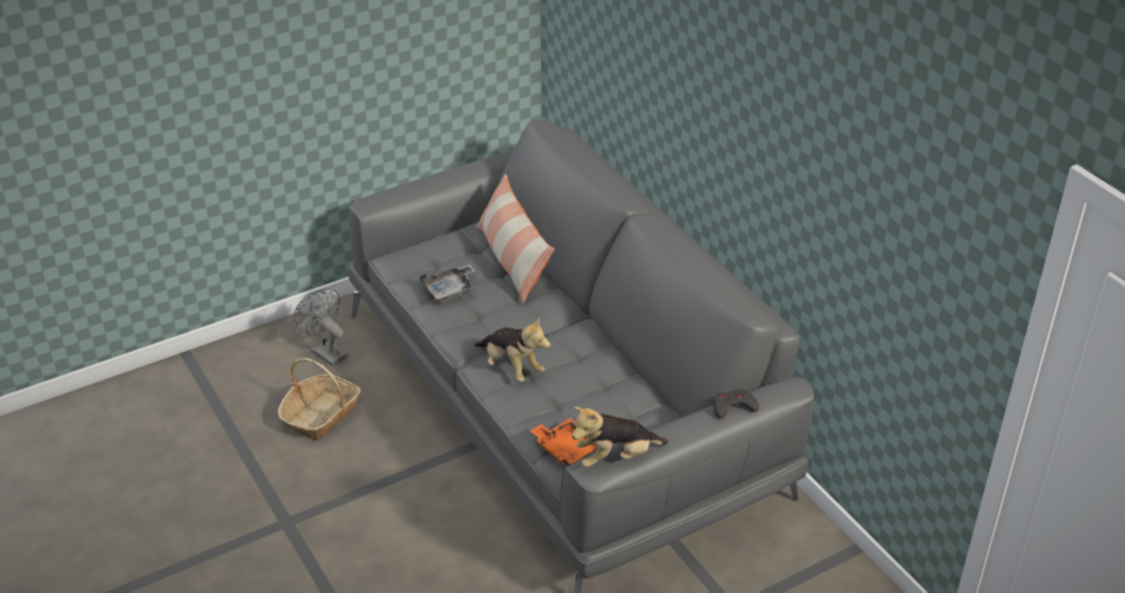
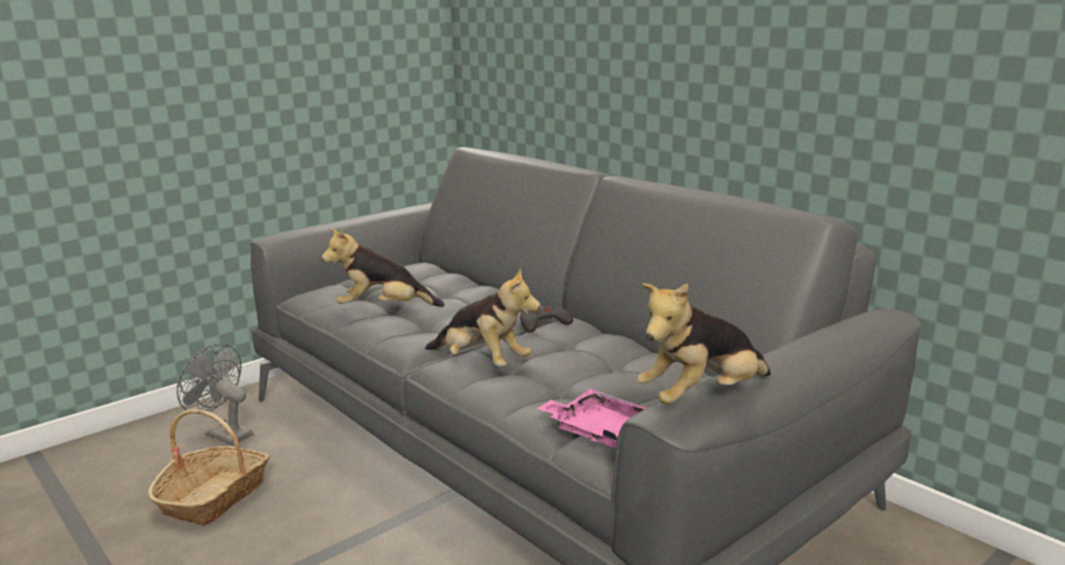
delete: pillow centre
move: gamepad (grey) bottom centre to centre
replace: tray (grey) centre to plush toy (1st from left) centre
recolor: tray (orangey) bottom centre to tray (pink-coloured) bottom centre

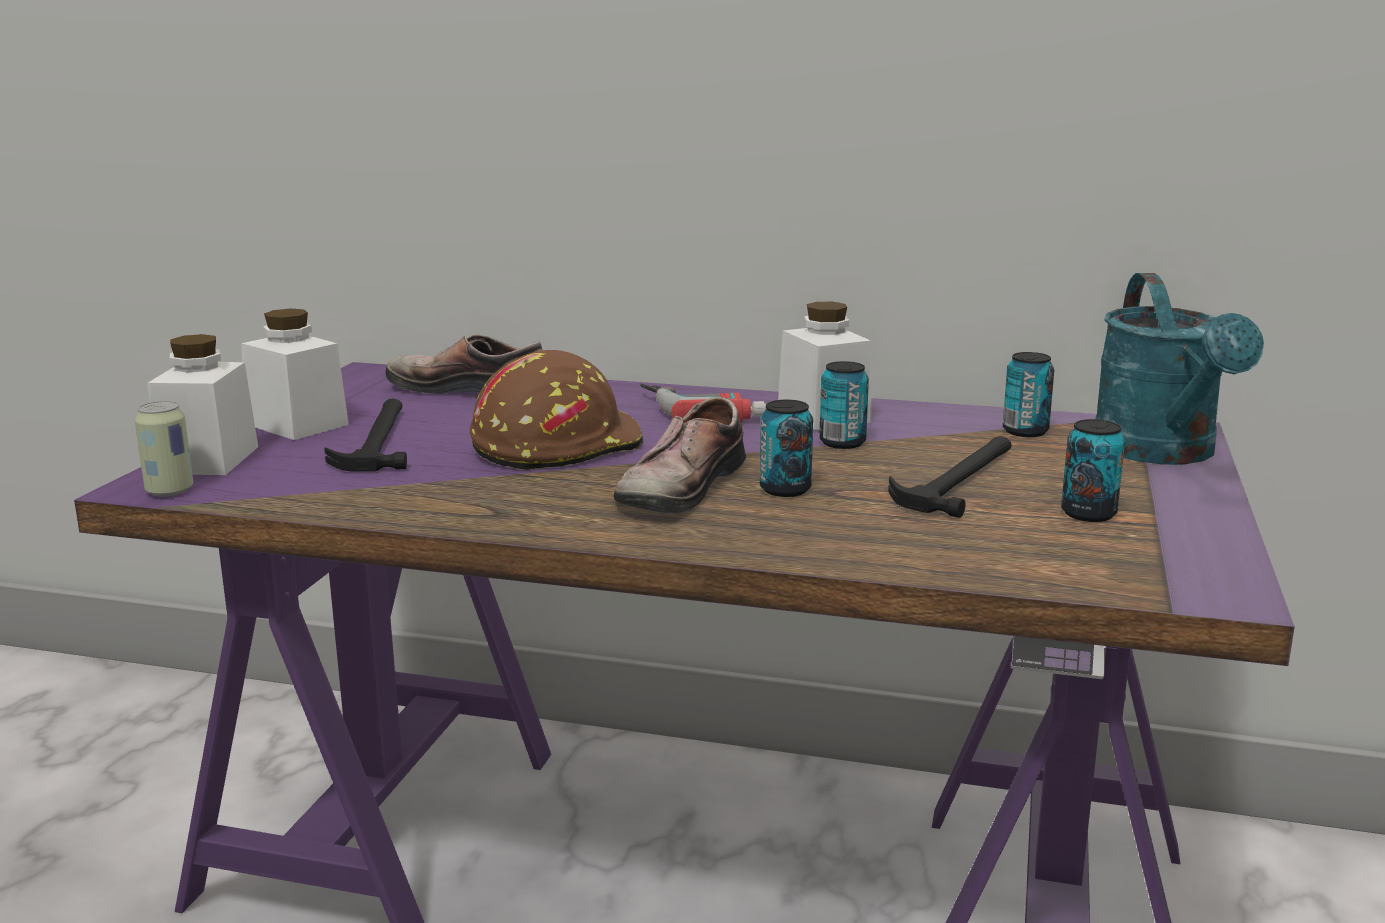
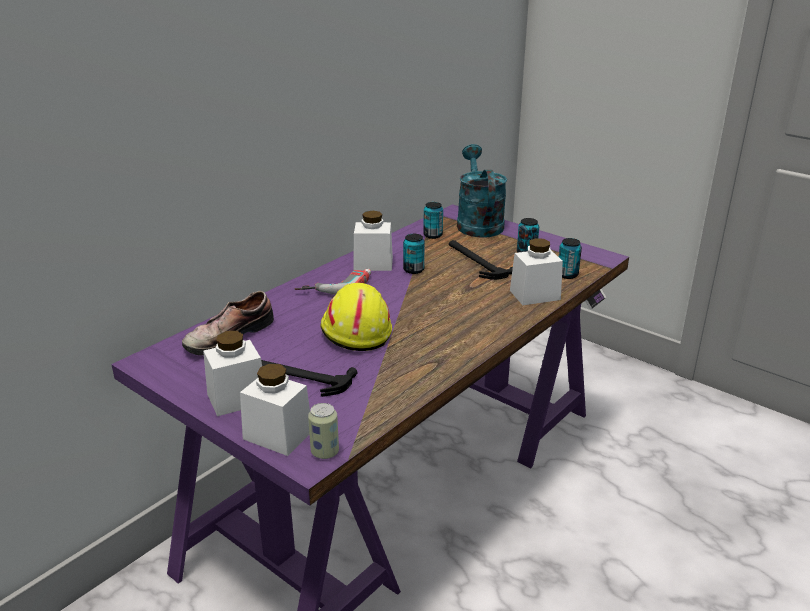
delete: low shoe (2nd from left) centre
insert: jar (whitish) (4th from left) centre
move: can (2nd from left in the first image) centre to can (5th from left) middle right
recolor: work helmet (brownish) centre to work helmet (yellow-coloured) centre
rotate: sprinkling can (blue-green) middle right = top centre 120 degrees counterclockwise

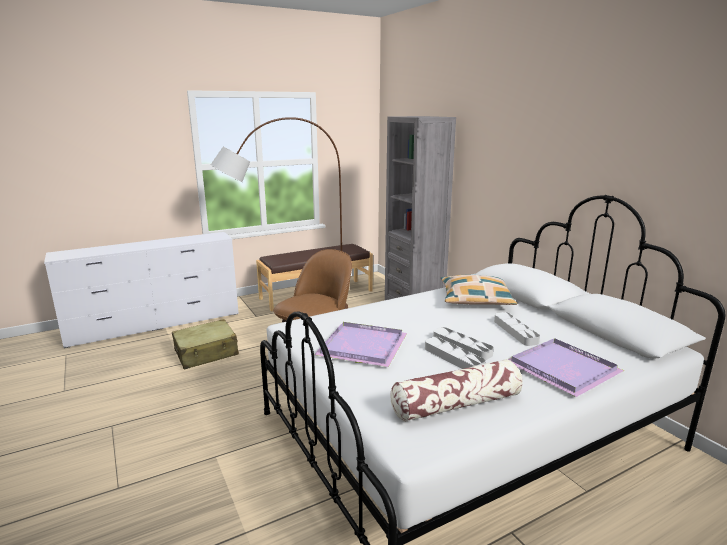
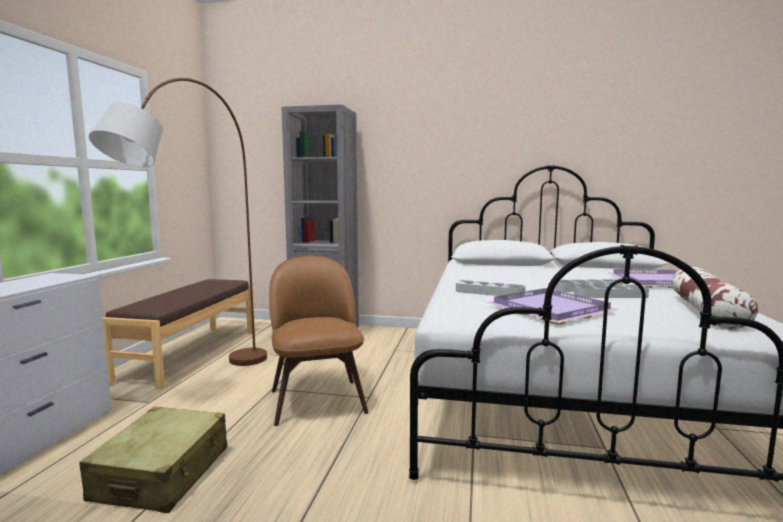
delete: pillow (2nd from left) centre
move: tray (grey) (3rd from left in the first image) middle right to tray (grey) (1st from left) centre

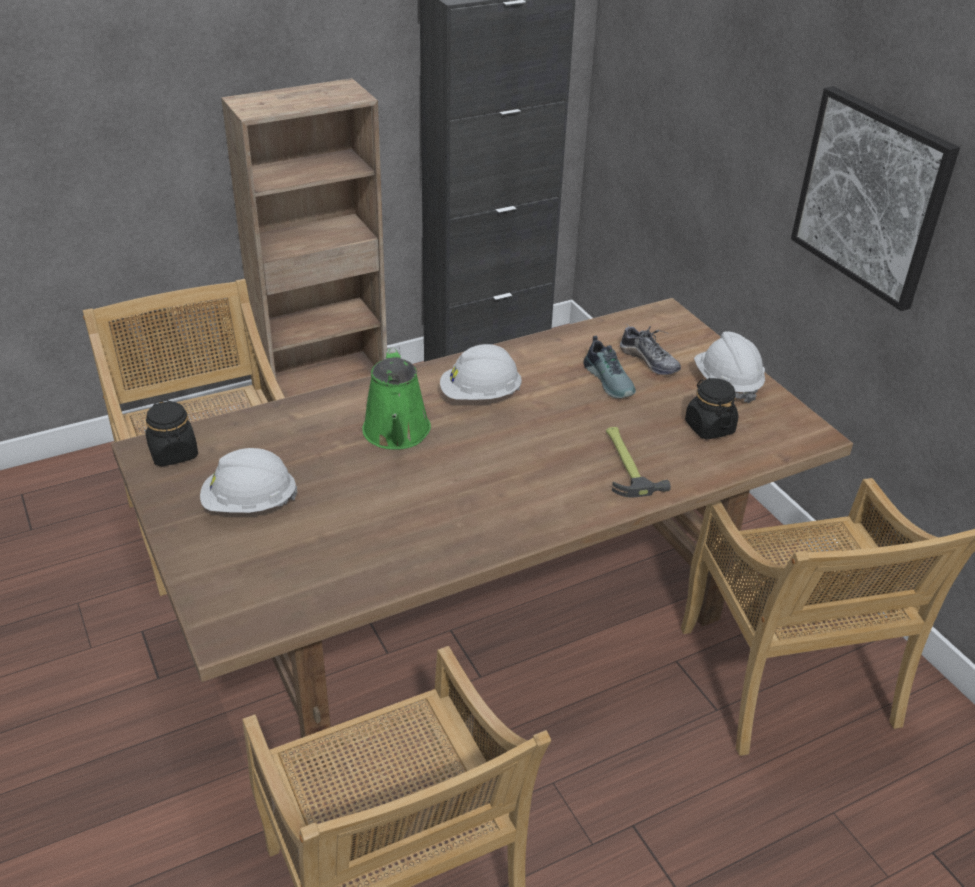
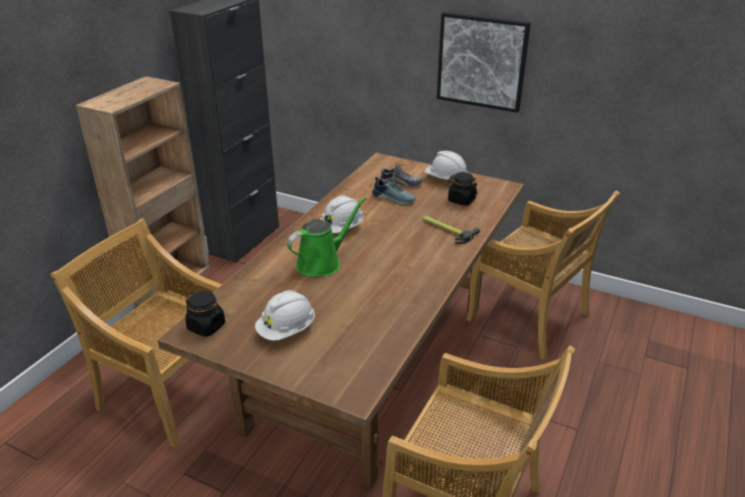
rotate: sprinkling can (green-coloured) centre = centre 90 degrees counterclockwise

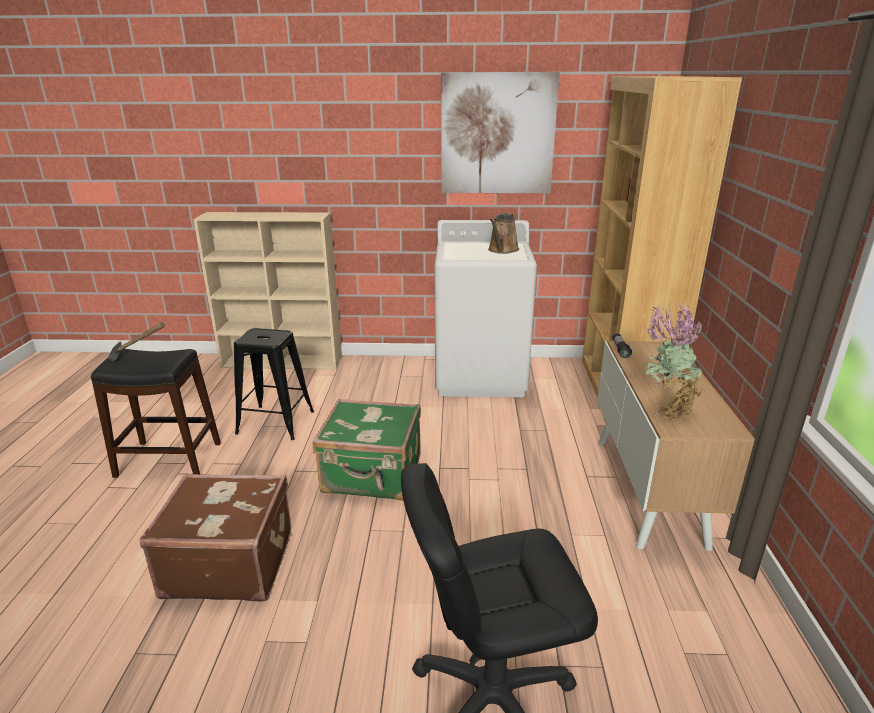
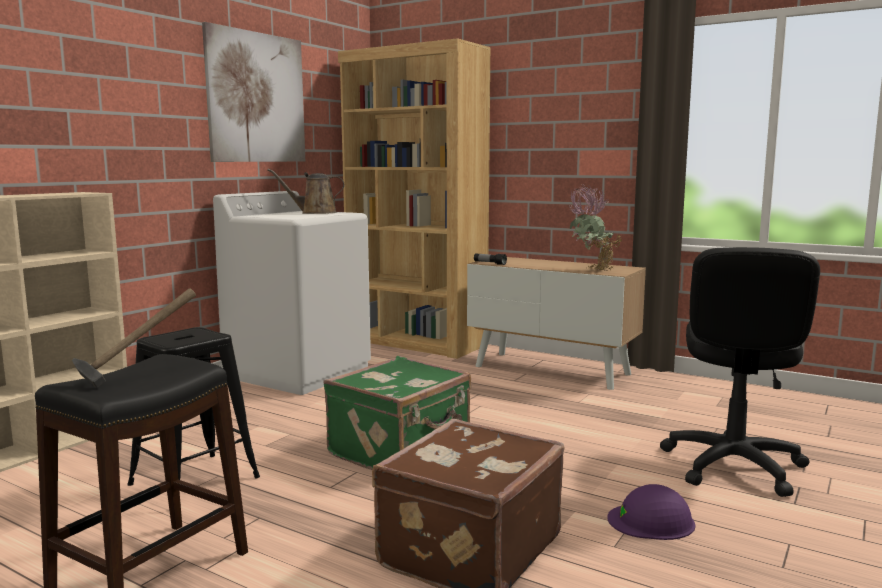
insert: work helmet (purple) bottom right
rotate: sprinkling can (brownish) top centre = top centre 120 degrees clockwise

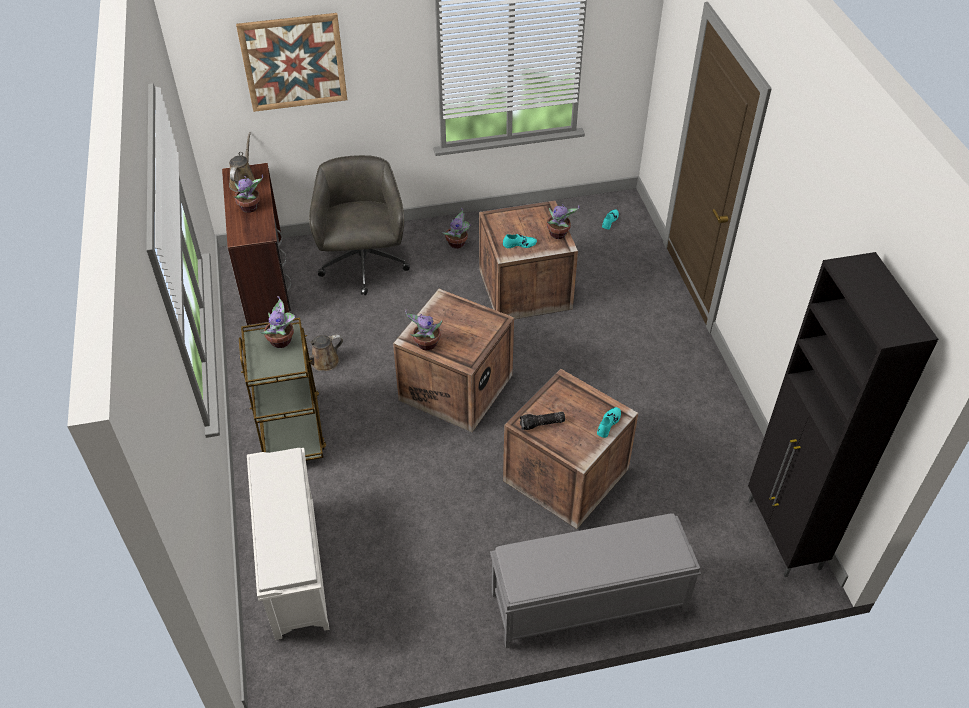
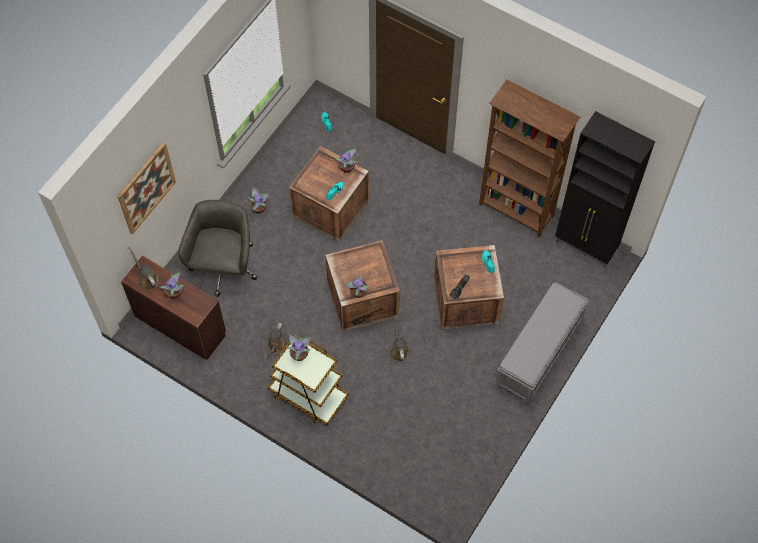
delete: shoe shelf (whitish) bottom left
insert: sprinkling can (brownish) (3rd from left) centre; shelving unit (brownish) top right
rotate: computer chair (grey) top centre = middle left 60 degrees clockwise

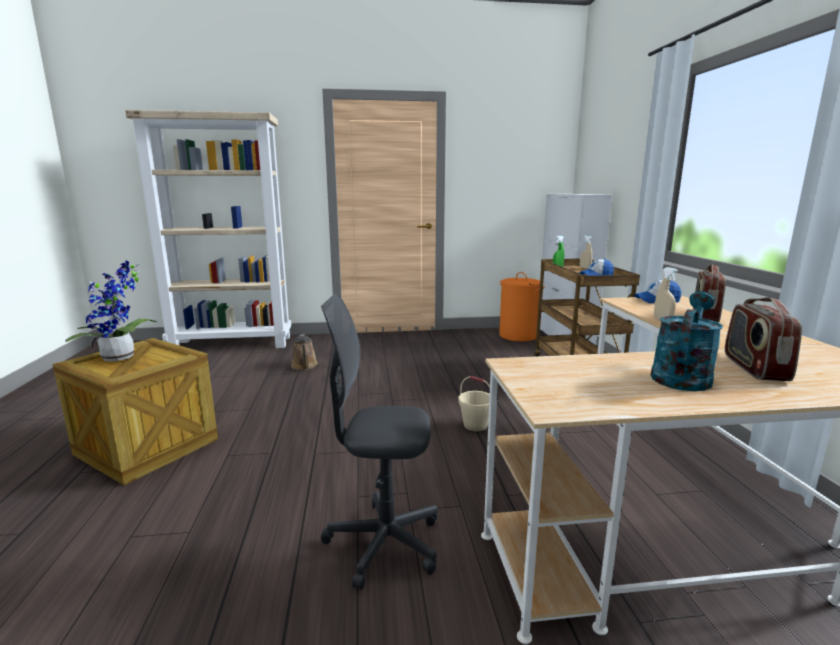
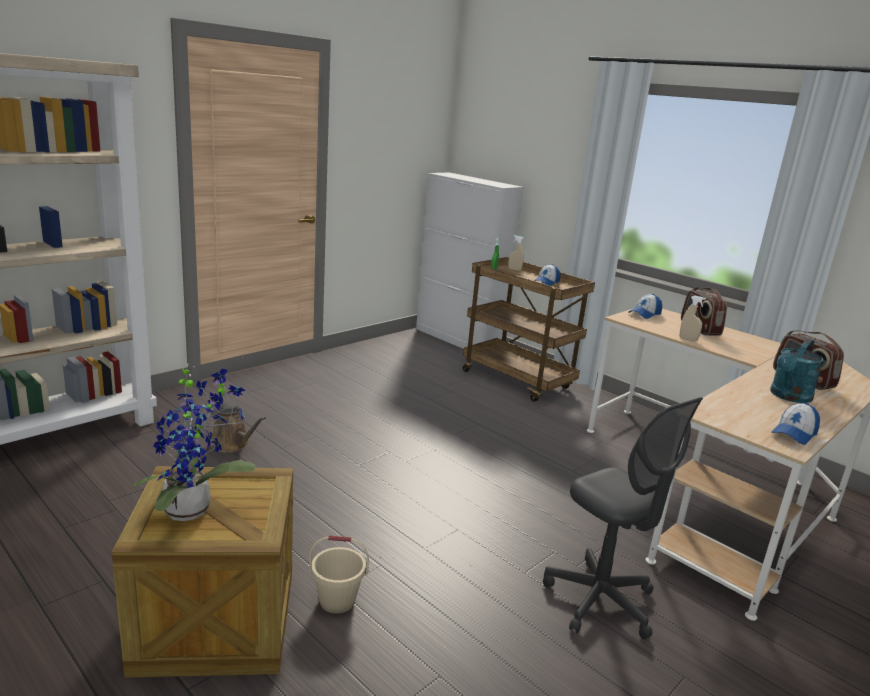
delete: hamper (orangey) centre
insert: peaked cap (3rd from left) middle right
move: bucket (beige-coloured) centre to bottom centre
rotate: computer chair (grey) bottom centre = bottom right 90 degrees counterclockwise; sprinkling can (blue-green) middle right = middle right 135 degrees counterclockwise

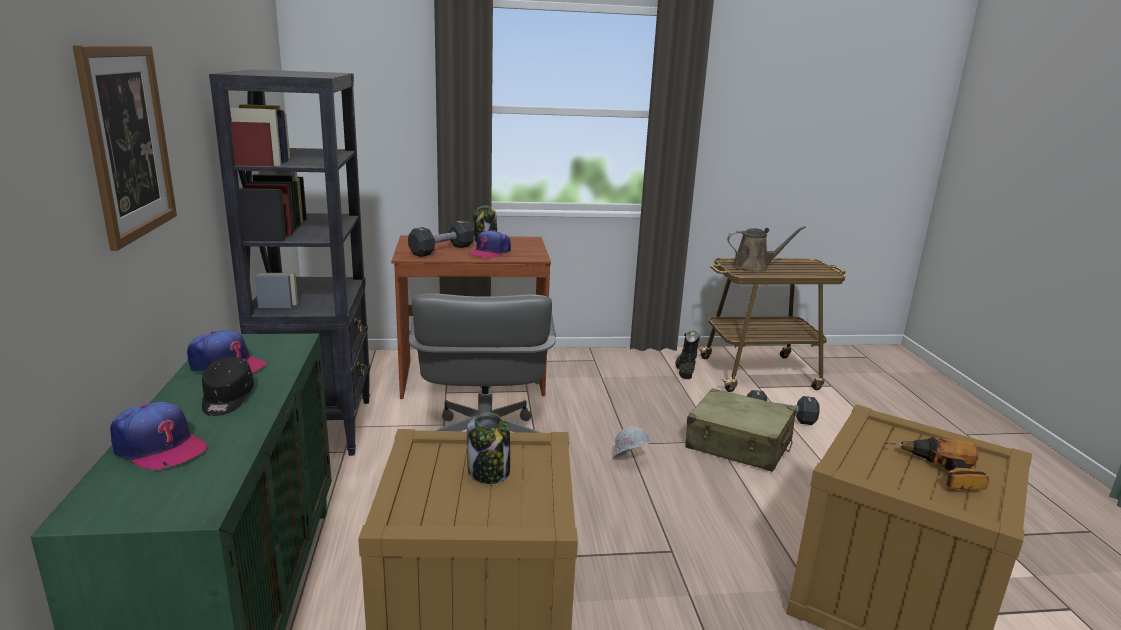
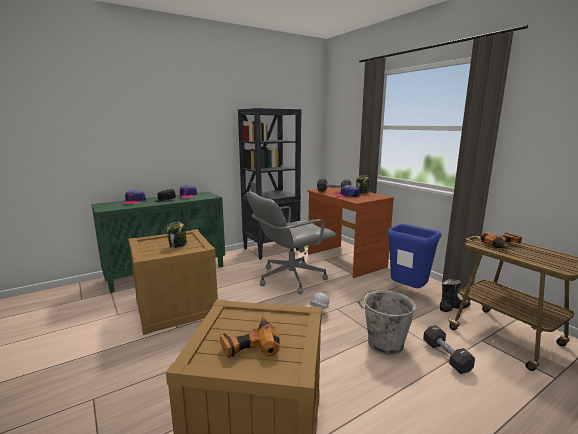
delete: wall picture top left
insert: trash can (blue) middle right
replace: suitcase (beige-coloured) bottom centre to bucket (grey) bottom right; sprinkling can (brownish) middle right to power drill (2nd from left) middle right

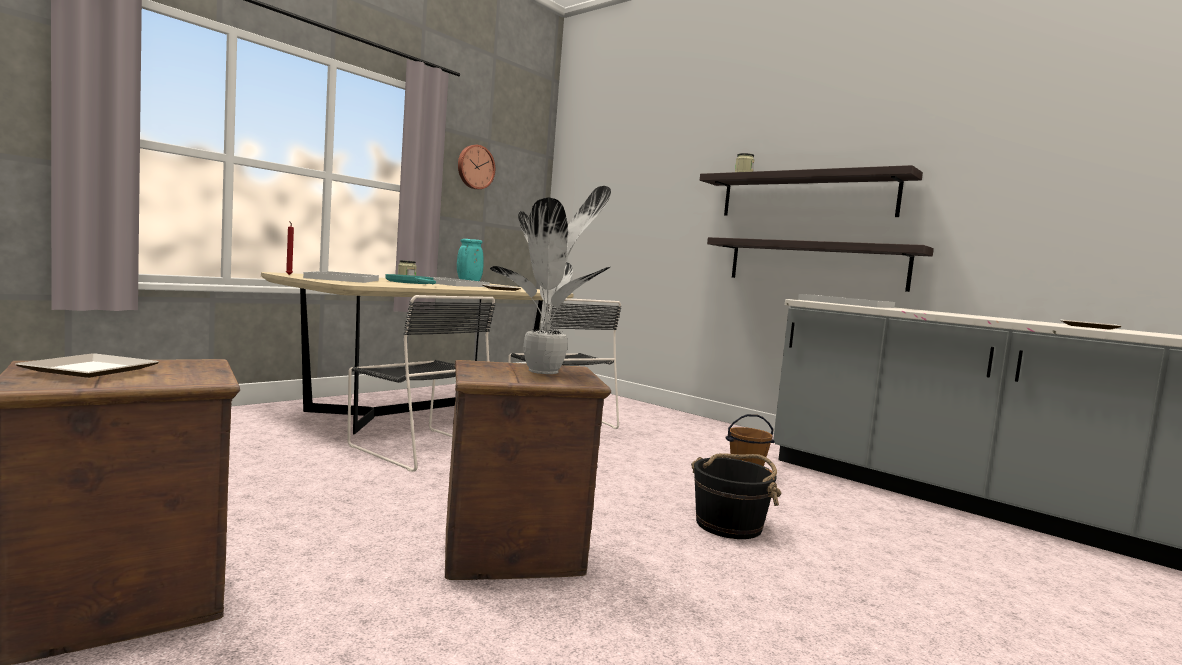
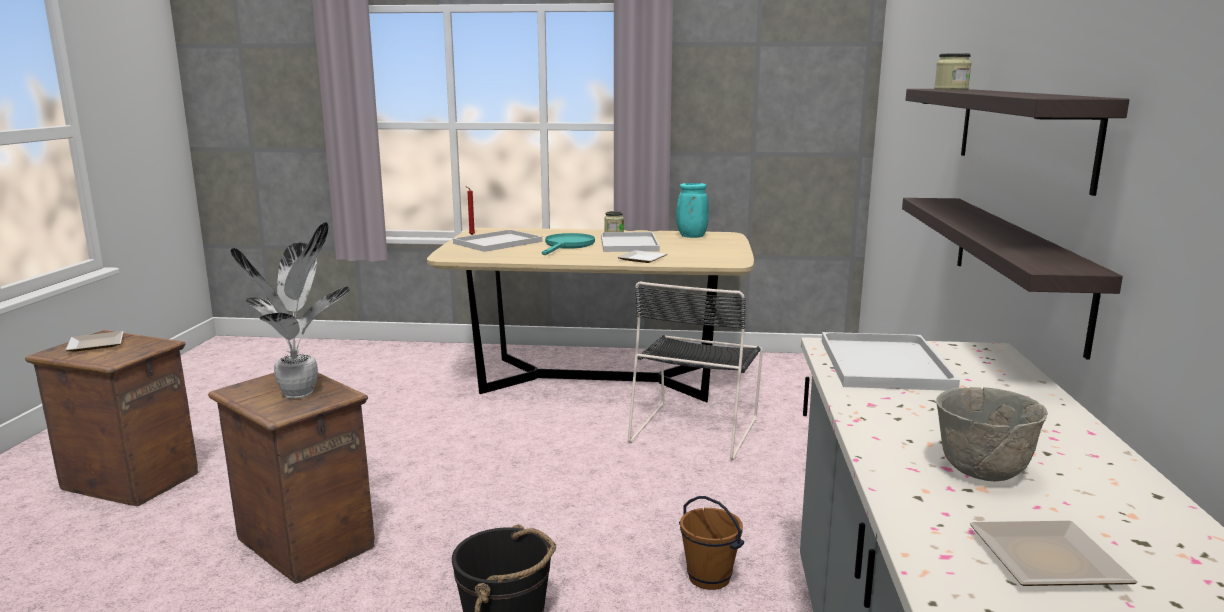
delete: plain chair (black) (1st from left) centre; hanging clock top centre
insert: deep dish (grey) bottom right

